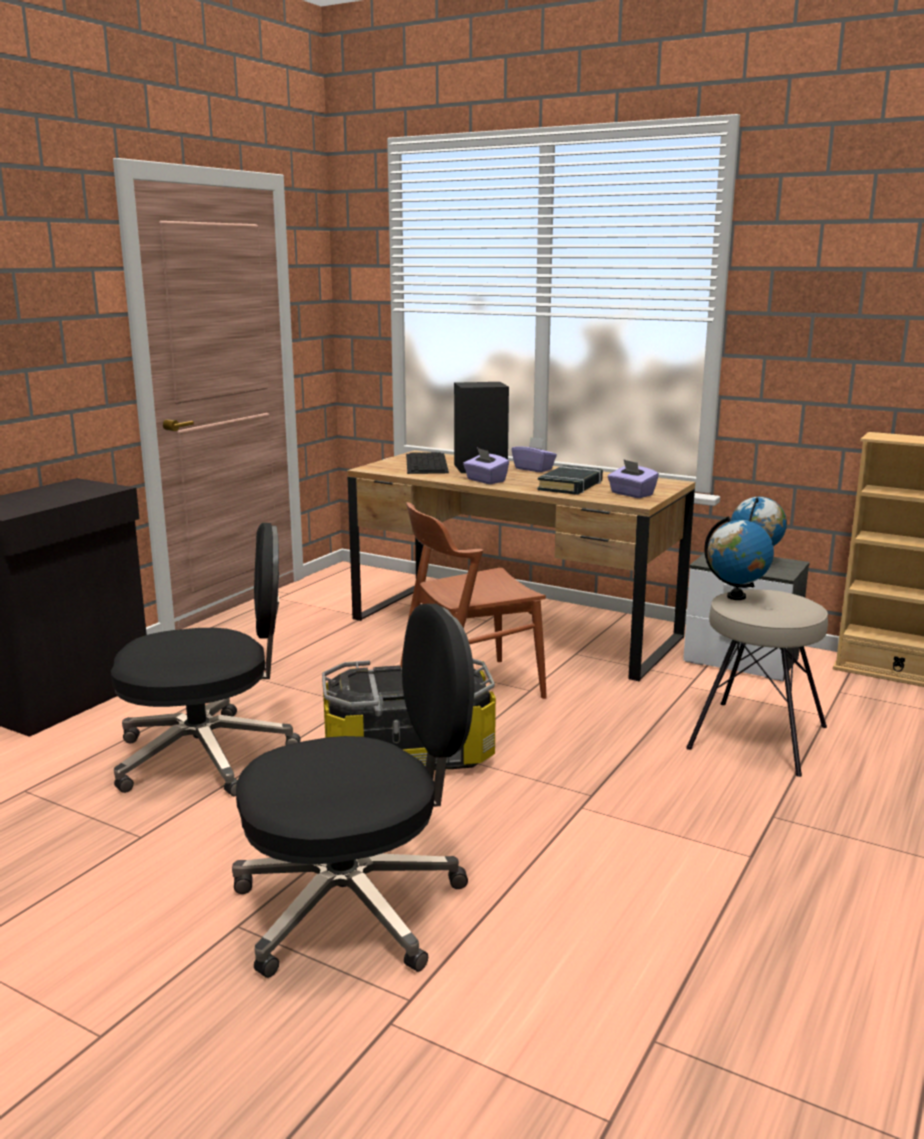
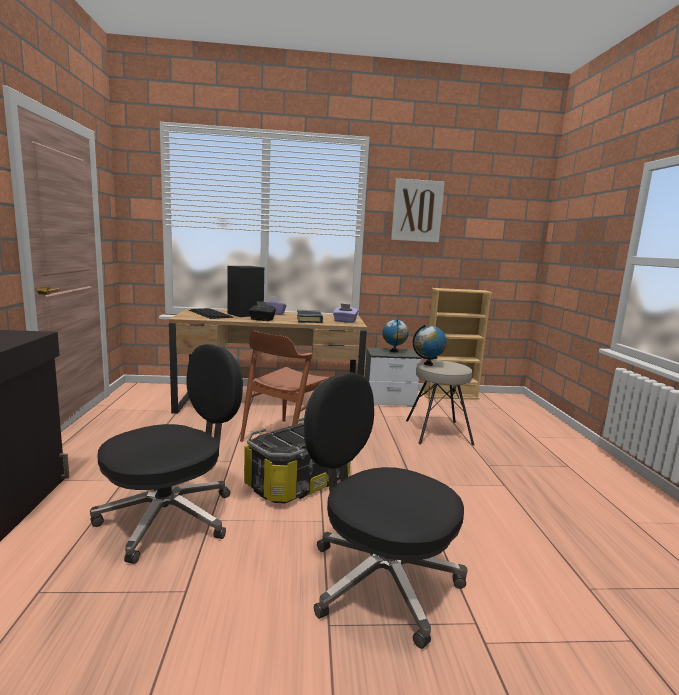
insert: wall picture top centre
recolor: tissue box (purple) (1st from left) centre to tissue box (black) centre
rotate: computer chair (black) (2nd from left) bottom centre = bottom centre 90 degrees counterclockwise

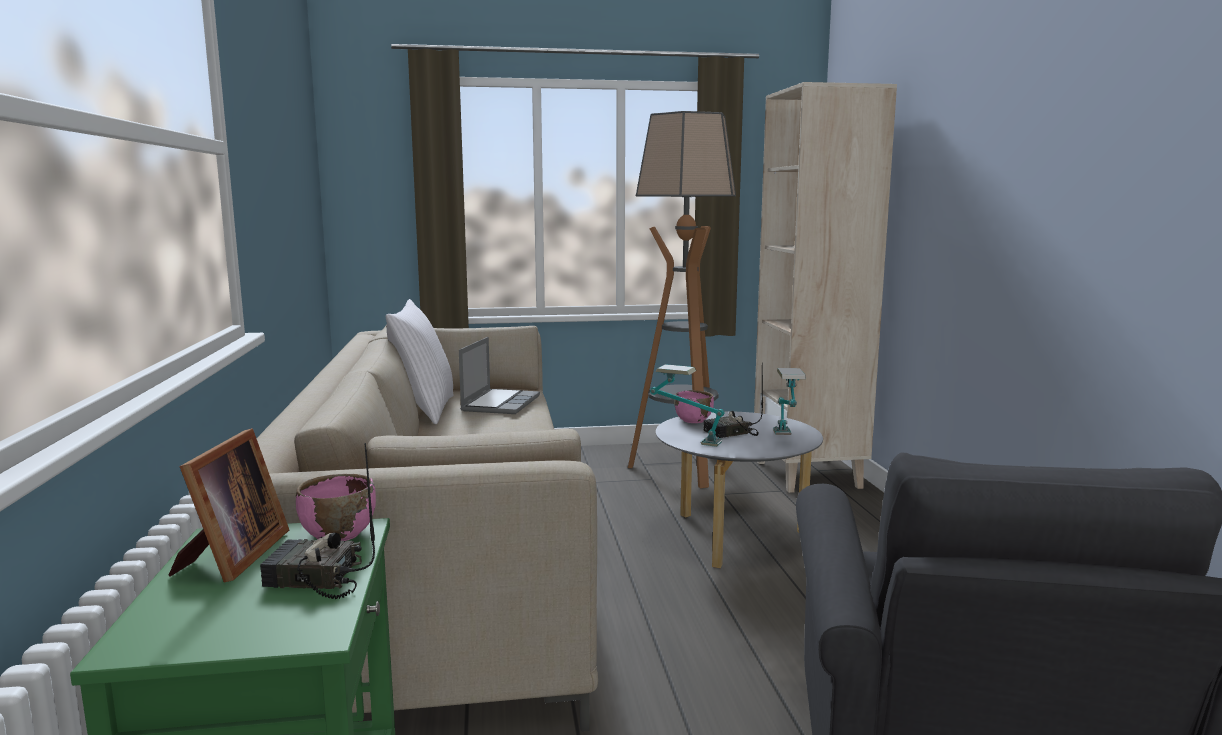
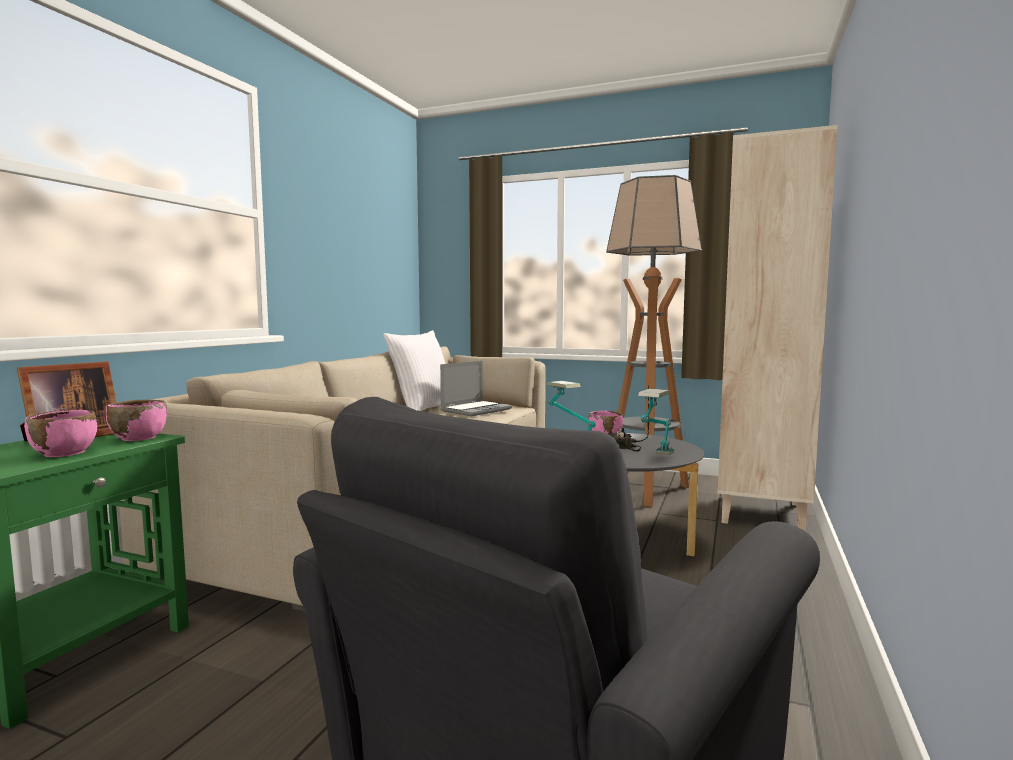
replace: radio receiver (1st from left) bottom left to deep dish (pink-coloured) (1st from left) middle left

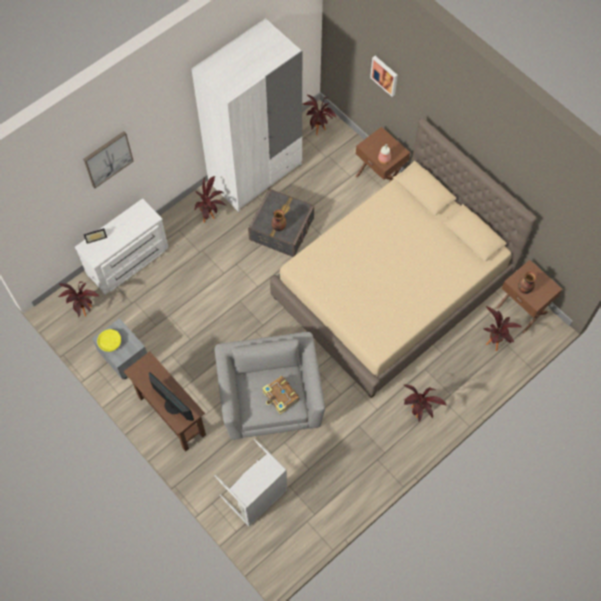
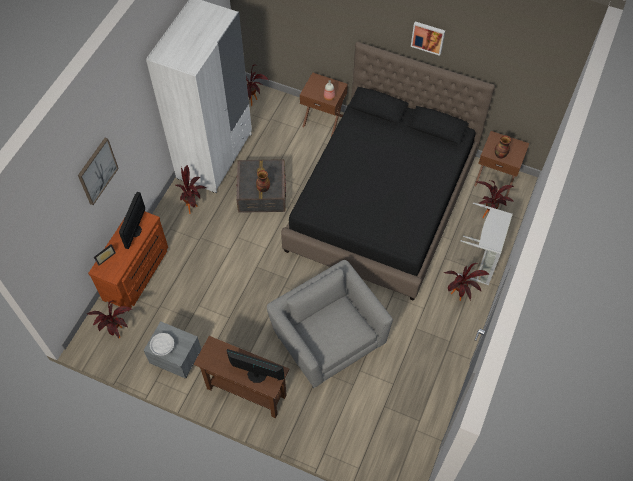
delete: volume centre
insert: computer display (1st from left) middle left
move: hamper (grey) bottom centre to middle right; wall picture (2nd from left) top centre to top right
recolor: chest of drawers (whitish) middle left to chest of drawers (brownish) middle left; deep dish (yellow-coloured) middle left to deep dish (whitish) bottom left; bedroom bed (beige-coloured) middle right to bedroom bed (black) centre

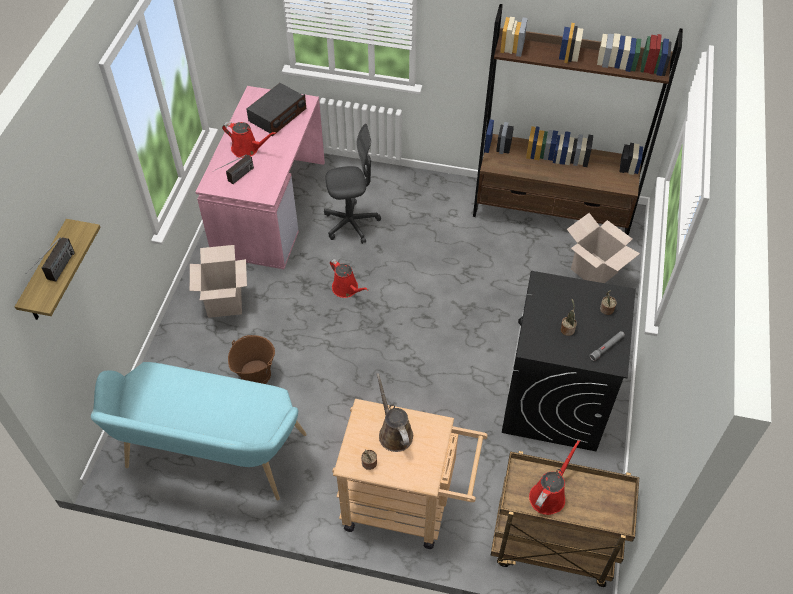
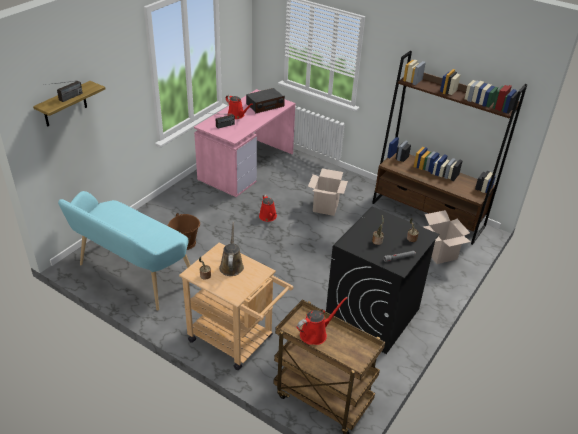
delete: computer chair (grey) top centre
move: carton (1st from left) middle left to centre

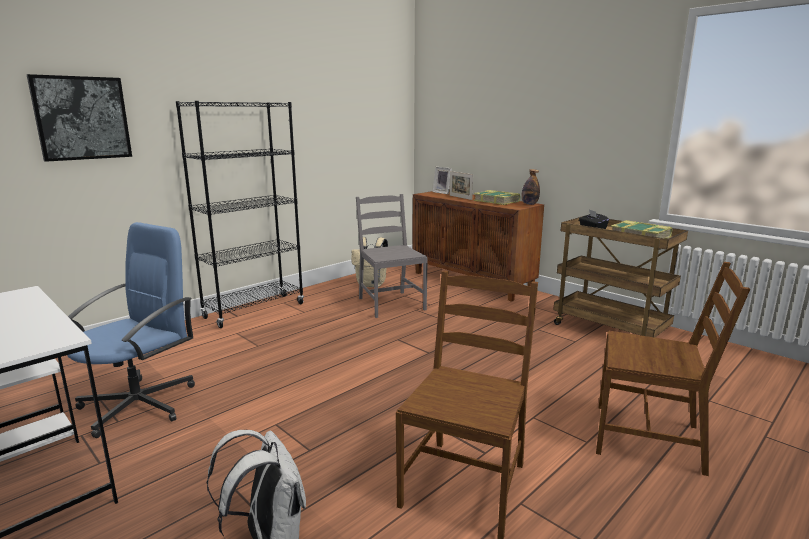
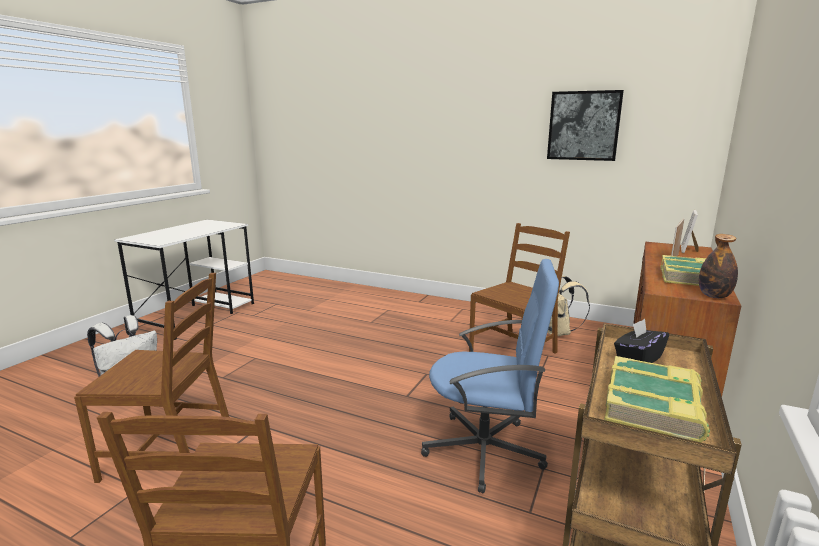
delete: shelving unit (black) middle left
move: wall picture top left to top right; computer chair (blue) middle left to bottom centre
recolor: plain chair (grey) centre to plain chair (brownish) (3rd from left) centre

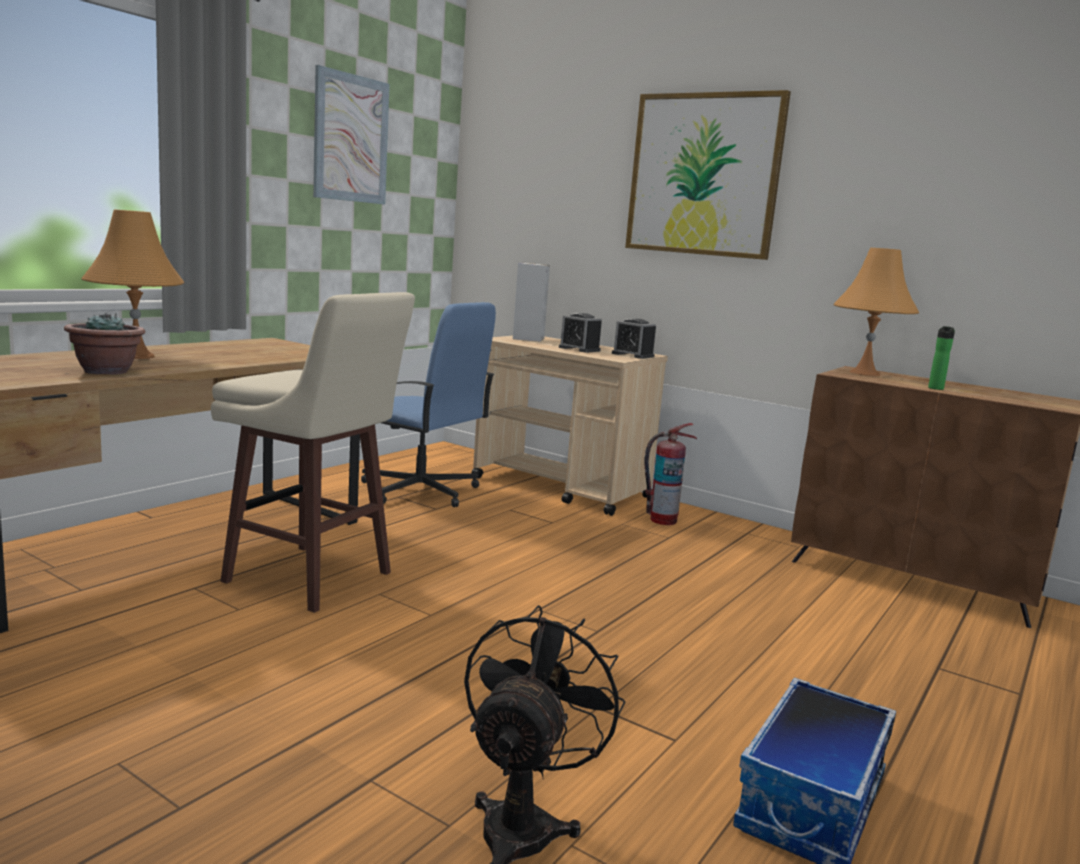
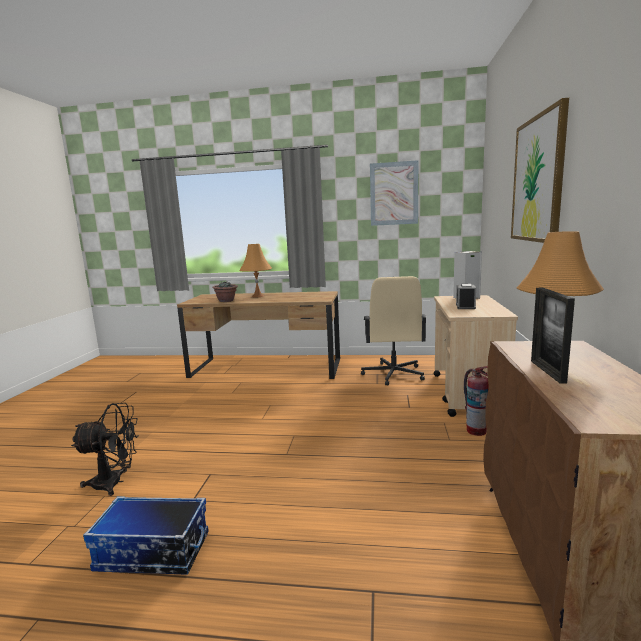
delete: stool (beige-coloured) middle left; table clock (2nd from left) centre
replace: beverage bottle middle right to photo frame middle right
recolor: computer chair (blue) centre to computer chair (beige-coloured) centre

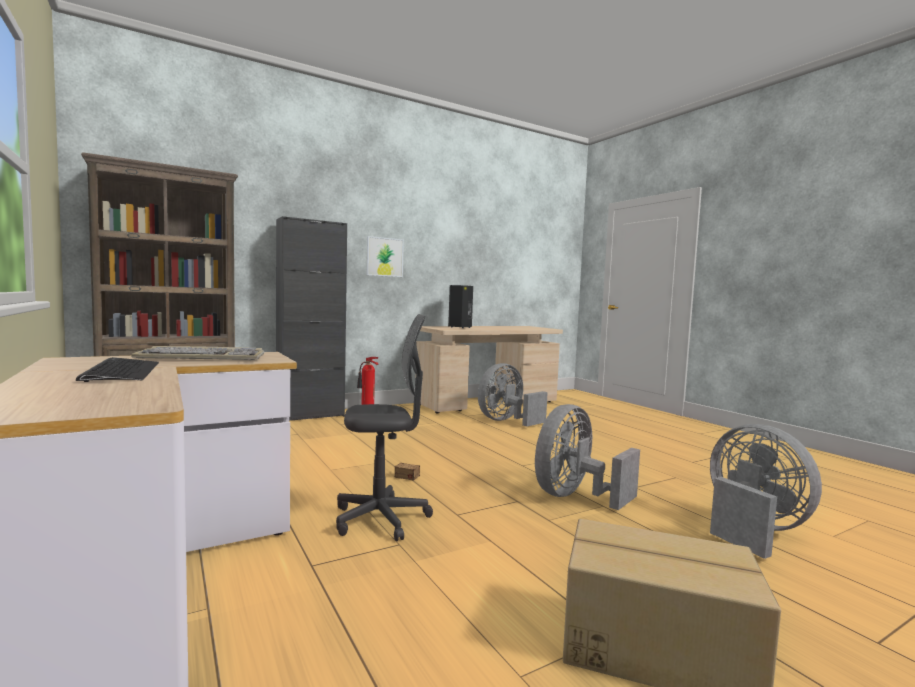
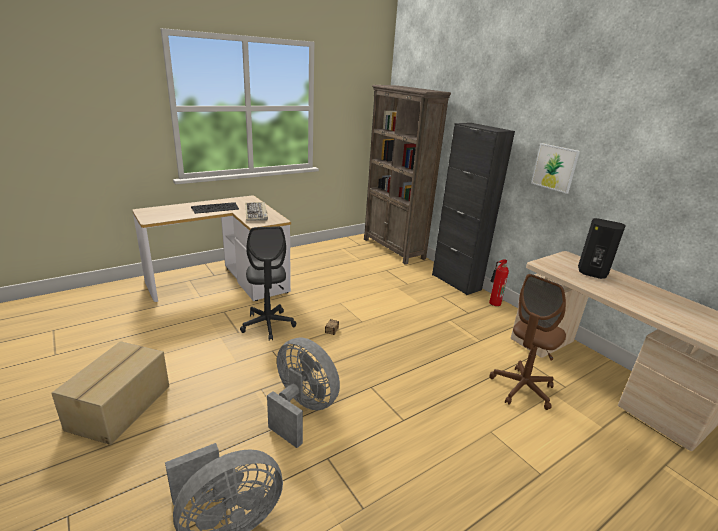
replace: cooling fan (grey) (1st from left) centre to computer chair (brownish) middle right

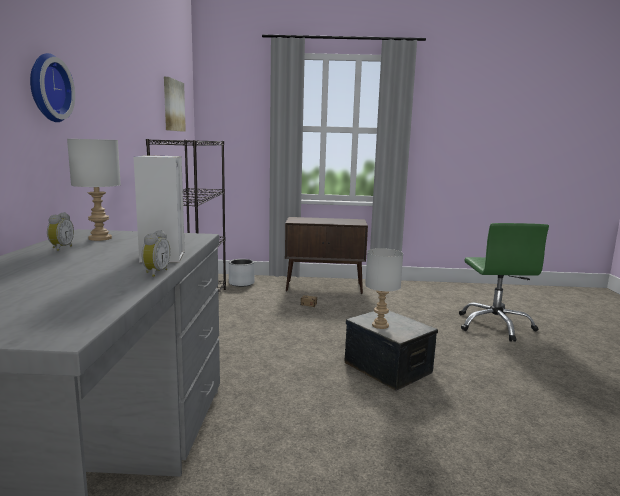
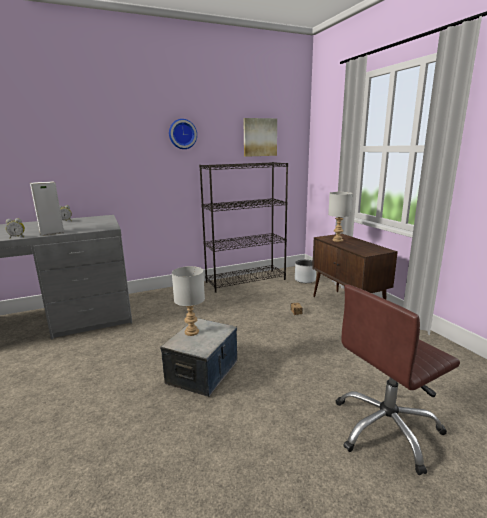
move: hanging clock top left to top centre; tabletop lamp (grey) (1st from left in the first image) middle left to tabletop lamp (grey) (2nd from left) middle right
recolor: computer chair (green-coloured) middle right to computer chair (brownish) bottom right

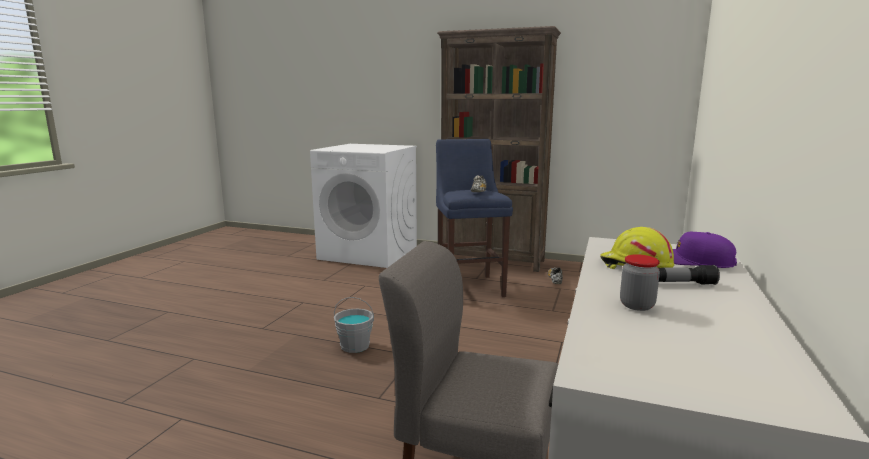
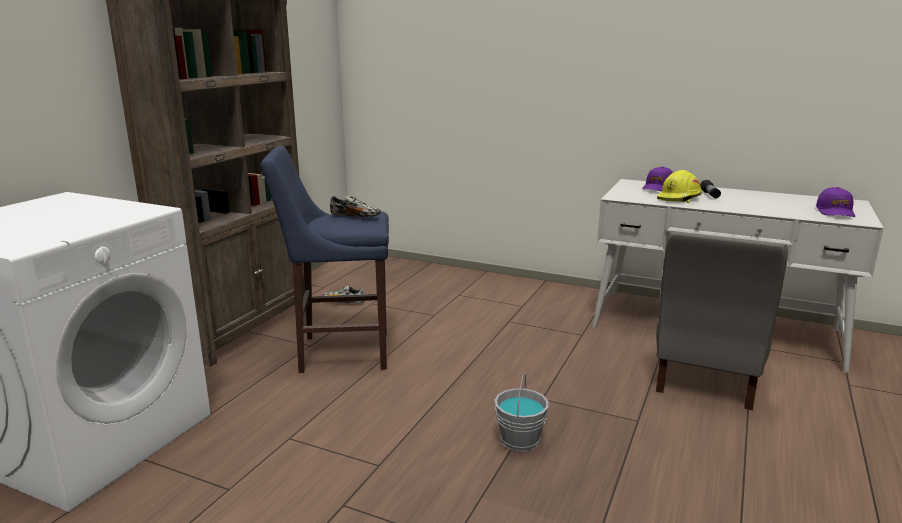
delete: jar middle right
insert: peaked cap (purple) (2nd from left) middle right

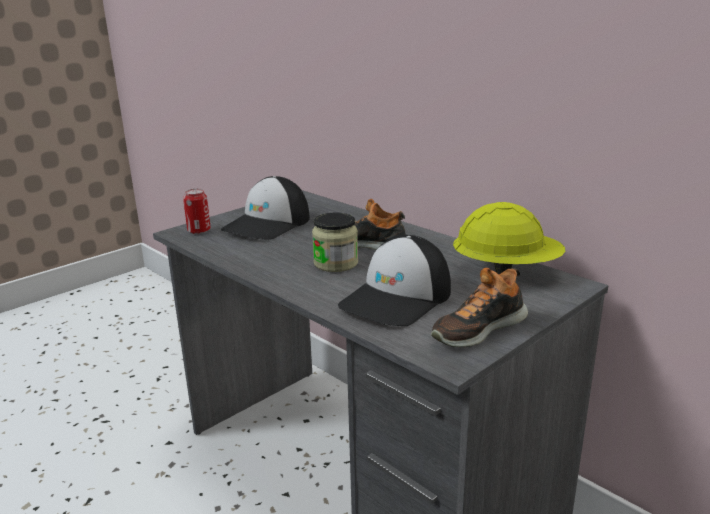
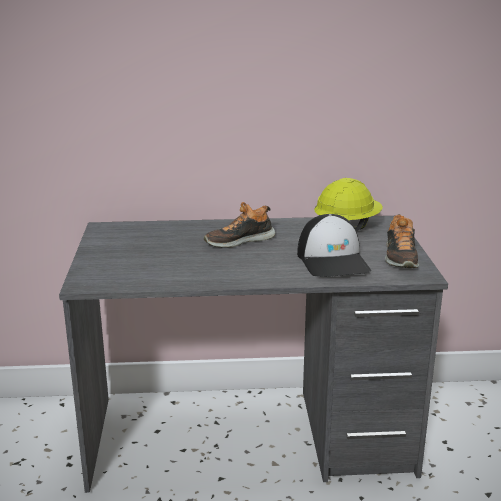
delete: can middle left; peaked cap (1st from left) centre; jar centre

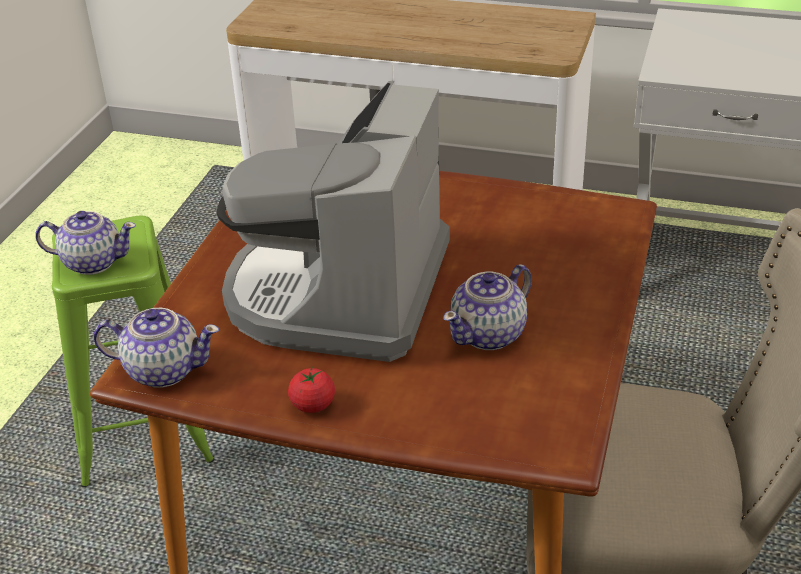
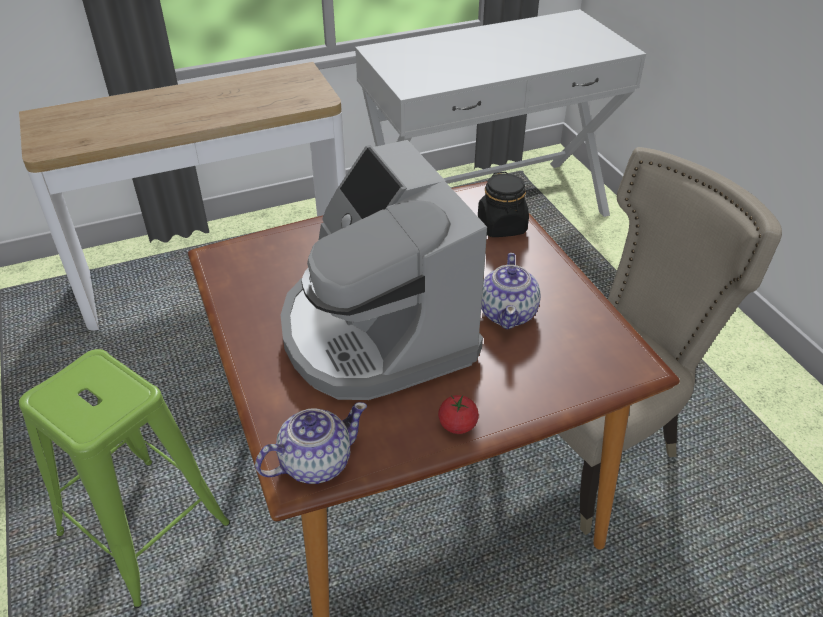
delete: pot for tea (1st from left) middle left
insert: jar (black) top centre

